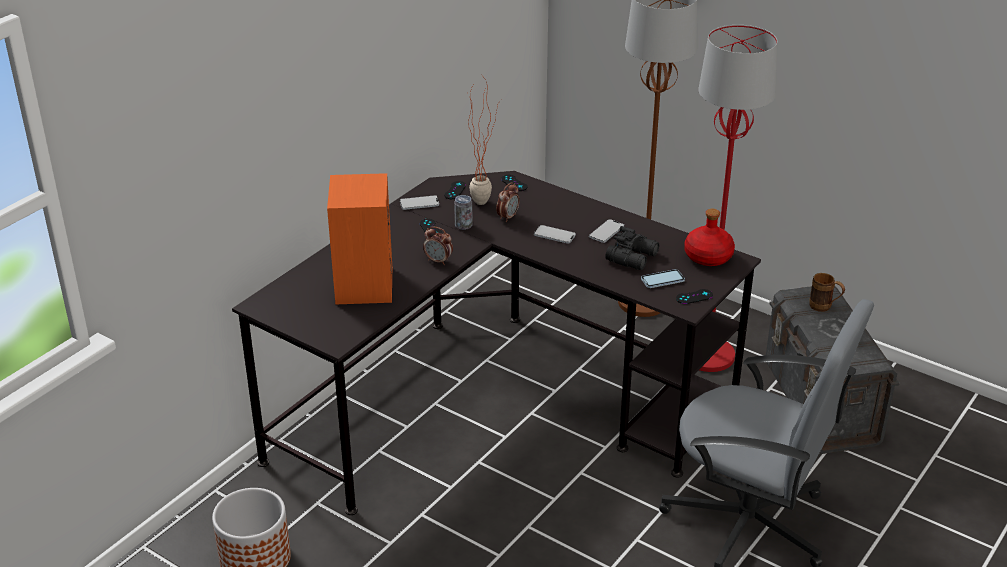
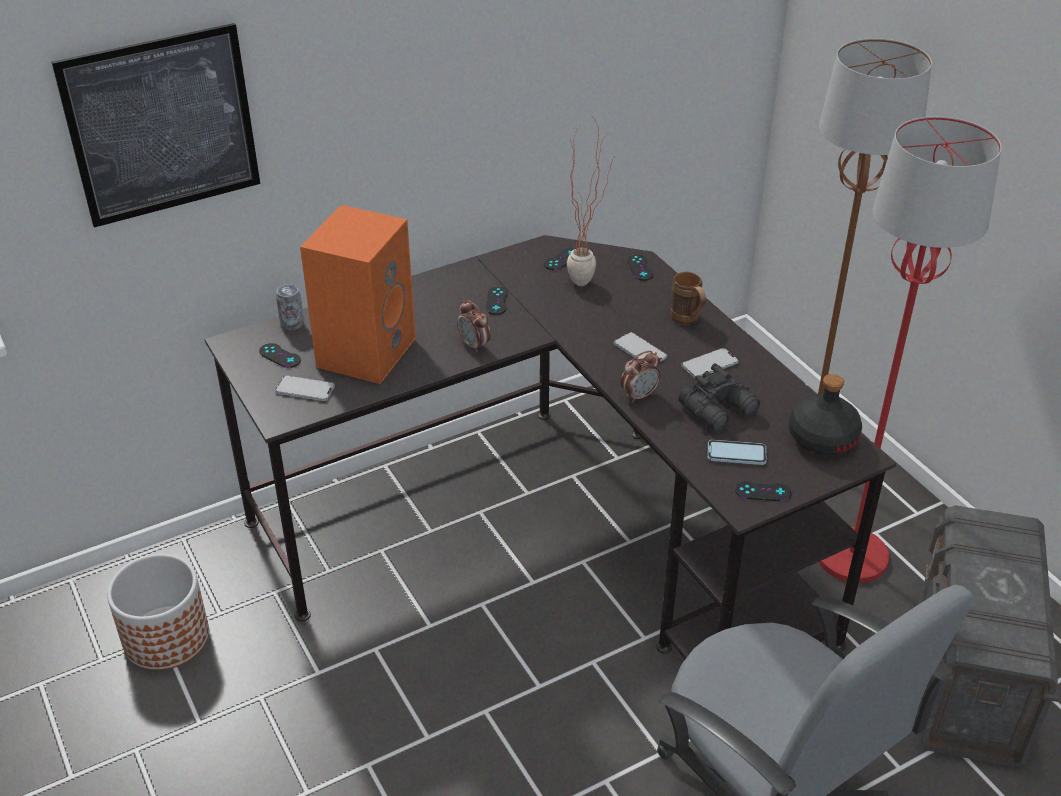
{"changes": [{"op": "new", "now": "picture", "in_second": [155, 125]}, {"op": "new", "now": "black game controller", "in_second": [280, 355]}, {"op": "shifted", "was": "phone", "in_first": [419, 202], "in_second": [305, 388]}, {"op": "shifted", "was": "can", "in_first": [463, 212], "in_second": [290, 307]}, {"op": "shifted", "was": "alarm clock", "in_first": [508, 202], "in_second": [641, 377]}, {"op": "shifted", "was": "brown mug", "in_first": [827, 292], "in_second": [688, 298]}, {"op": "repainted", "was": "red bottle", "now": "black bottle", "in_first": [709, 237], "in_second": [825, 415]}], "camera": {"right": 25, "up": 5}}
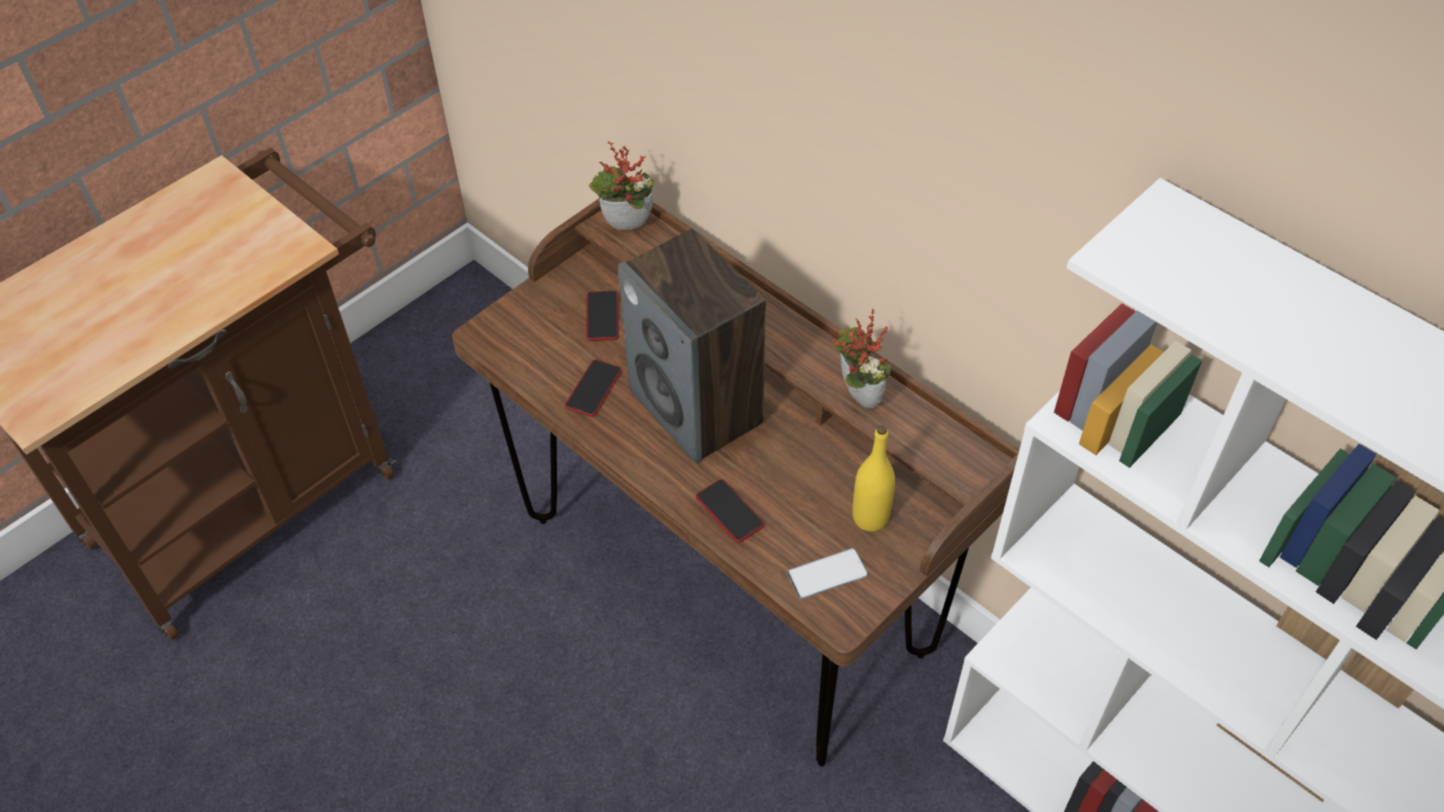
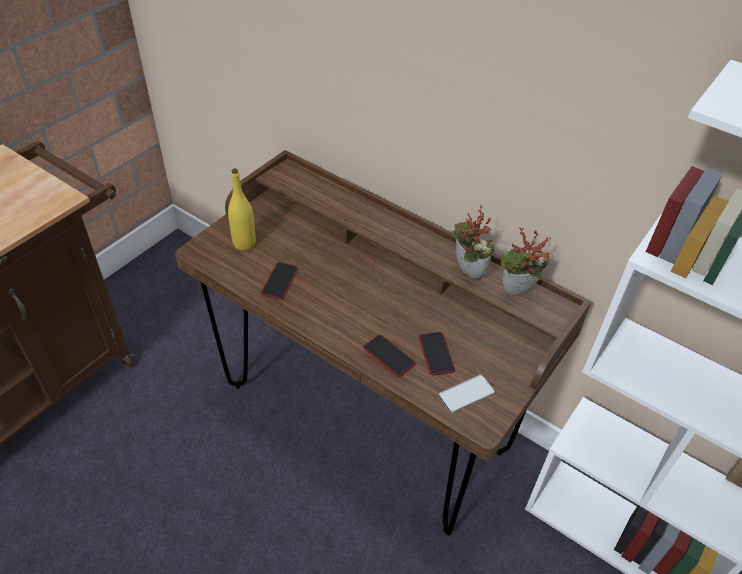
{"changes": [{"op": "shifted", "was": "yellow bottle", "in_first": [874, 478], "in_second": [242, 209]}, {"op": "shifted", "was": "phone", "in_first": [602, 316], "in_second": [437, 353]}, {"op": "shifted", "was": "potted plant", "in_first": [621, 186], "in_second": [526, 261]}, {"op": "gone", "was": "speaker", "in_first": [692, 346]}], "camera": {"right": -10, "up": -5}}
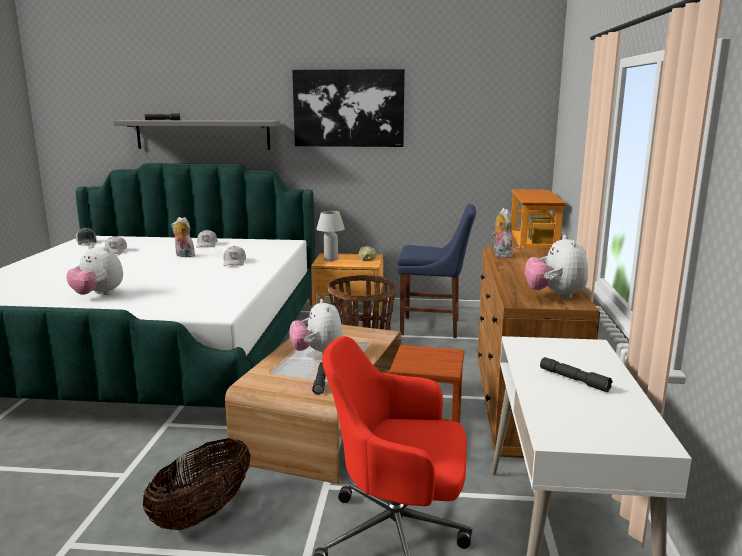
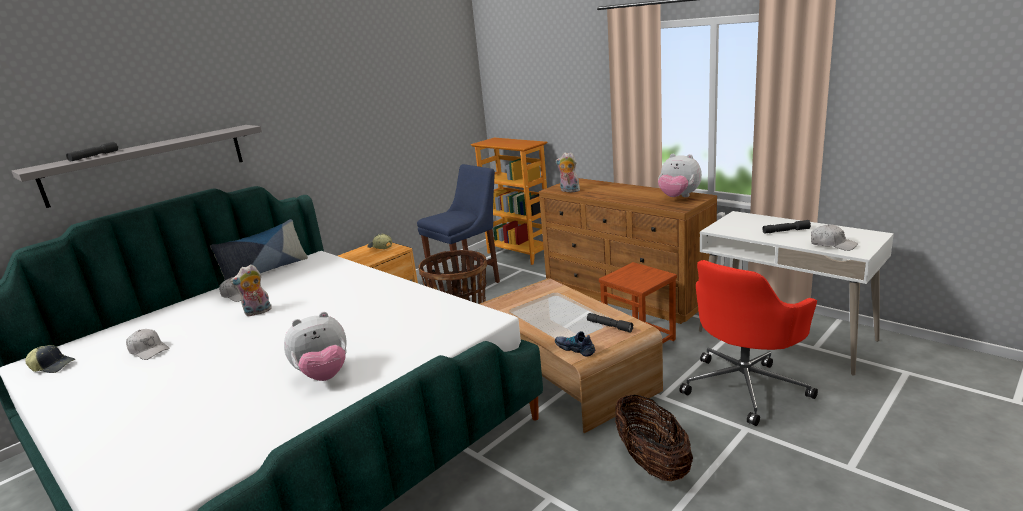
{"changes": [{"op": "new", "now": "pillow", "in_second": [259, 250]}, {"op": "new", "now": "shoe", "in_second": [575, 344]}, {"op": "shifted", "was": "white cap", "in_first": [234, 256], "in_second": [834, 238]}, {"op": "gone", "was": "plush toy", "in_first": [316, 327]}, {"op": "gone", "was": "picture", "in_first": [348, 108]}, {"op": "gone", "was": "white table lamp", "in_first": [330, 236]}], "camera": {"right": -50, "up": 5}}
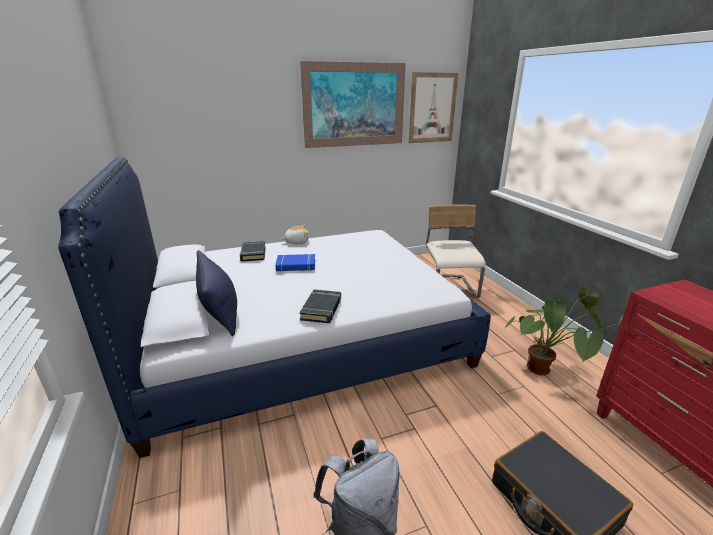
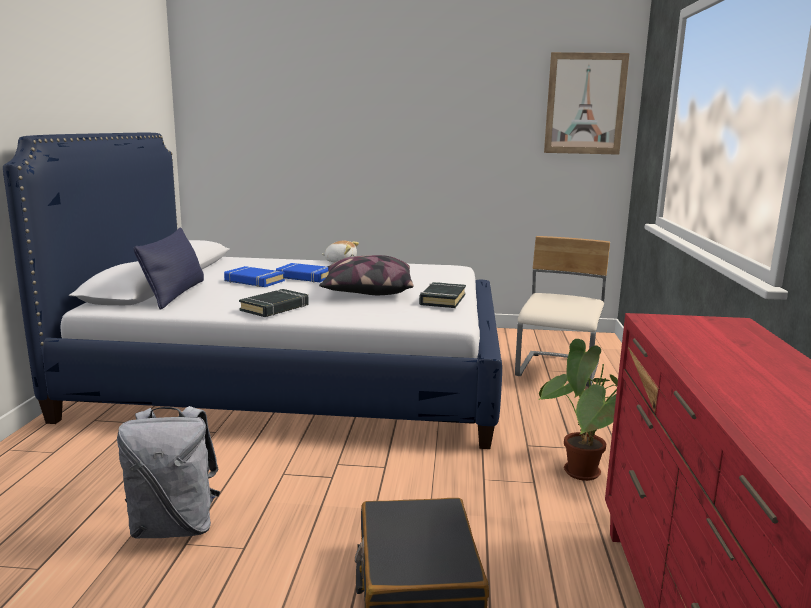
{"changes": [{"op": "new", "now": "blue book", "in_second": [254, 276]}, {"op": "new", "now": "pillow", "in_second": [366, 275]}, {"op": "shifted", "was": "black book", "in_first": [253, 251], "in_second": [442, 295]}, {"op": "gone", "was": "picture", "in_first": [353, 104]}], "camera": {"right": 25, "up": -10}}
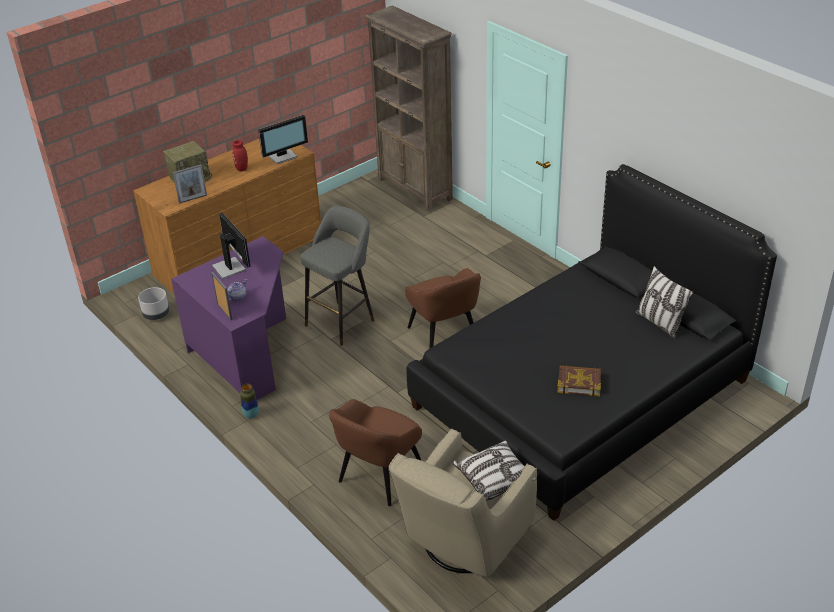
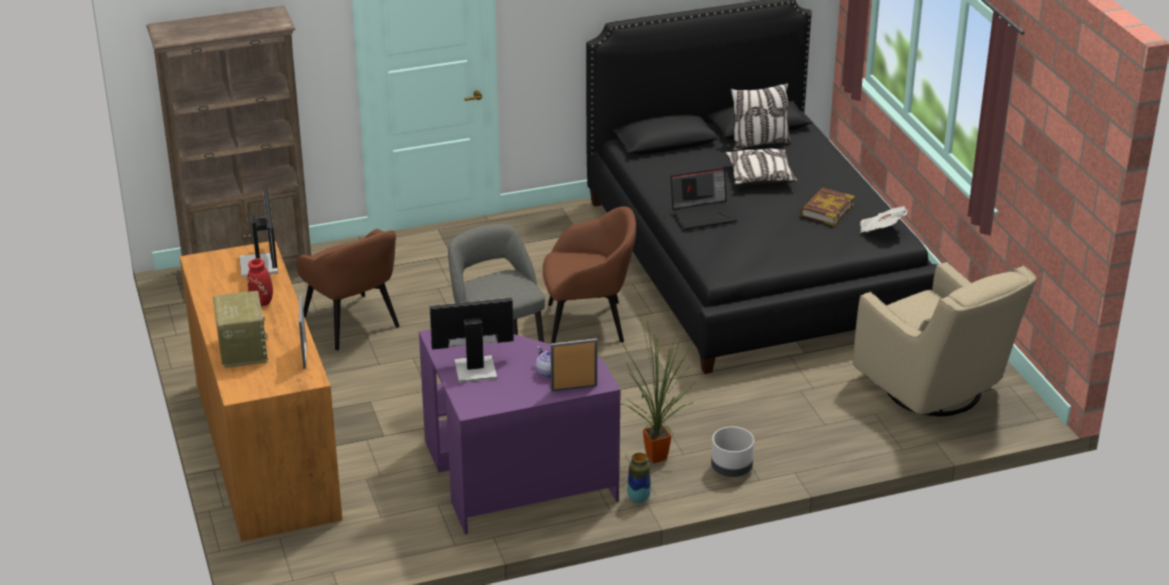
{"changes": [{"op": "shifted", "was": "brown armchair", "in_first": [375, 452], "in_second": [348, 290]}, {"op": "new", "now": "potted plant", "in_second": [658, 391]}, {"op": "new", "now": "laptop", "in_second": [704, 198]}, {"op": "shifted", "was": "grey planter", "in_first": [153, 303], "in_second": [732, 452]}, {"op": "shifted", "was": "pillow", "in_first": [495, 471], "in_second": [761, 168]}, {"op": "new", "now": "newspaper", "in_second": [884, 219]}], "camera": {"right": -70, "up": -5}}
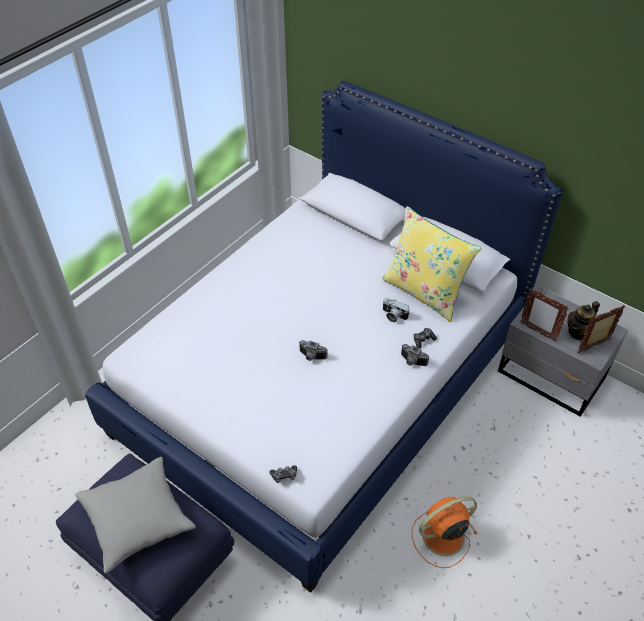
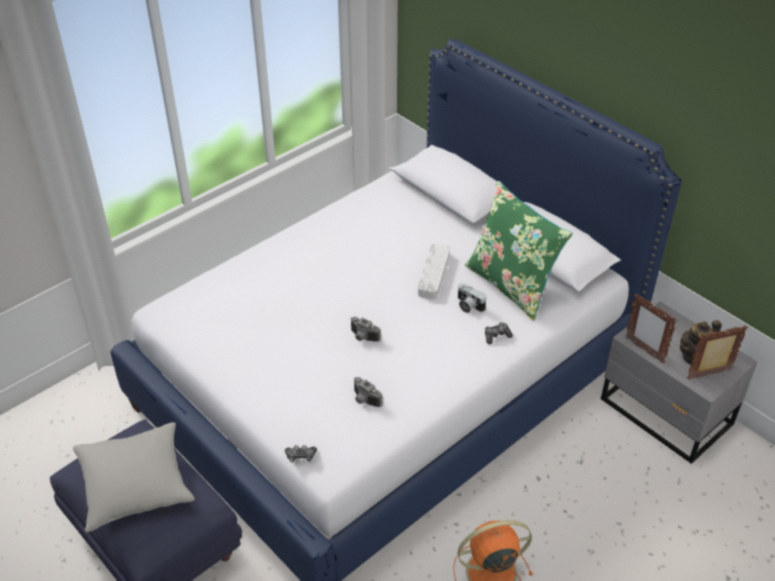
{"changes": [{"op": "shifted", "was": "photo camera", "in_first": [415, 355], "in_second": [368, 392]}, {"op": "new", "now": "grey tray", "in_second": [434, 271]}, {"op": "repainted", "was": "yellow pillow", "now": "green pillow", "in_first": [432, 264], "in_second": [519, 251]}], "camera": {"right": 10, "up": -5}}
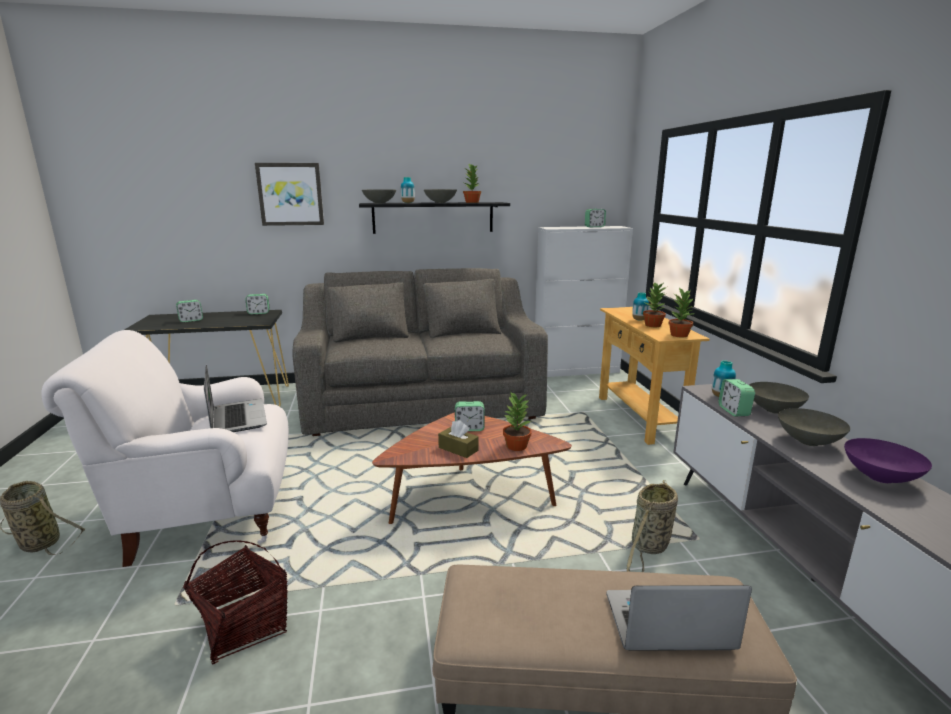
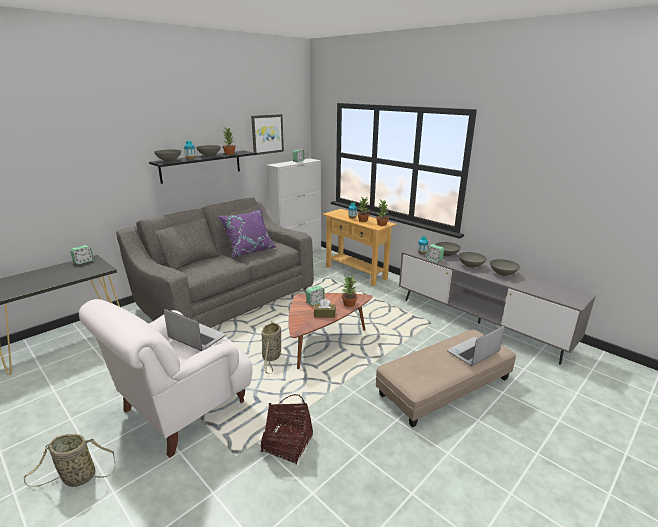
{"changes": [{"op": "new", "now": "purple pillow", "in_second": [247, 233]}, {"op": "shifted", "was": "picture", "in_first": [289, 194], "in_second": [267, 134]}, {"op": "shifted", "was": "basket", "in_first": [652, 526], "in_second": [271, 347]}, {"op": "repainted", "was": "purple bowl", "now": "grey bowl", "in_first": [888, 460], "in_second": [505, 267]}, {"op": "gone", "was": "alarm clock", "in_first": [189, 311]}], "camera": {"right": -35, "up": 5}}
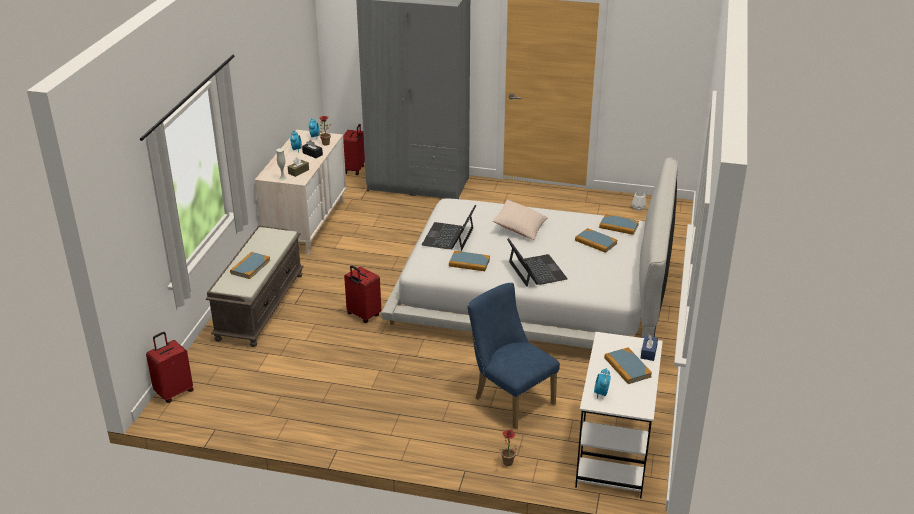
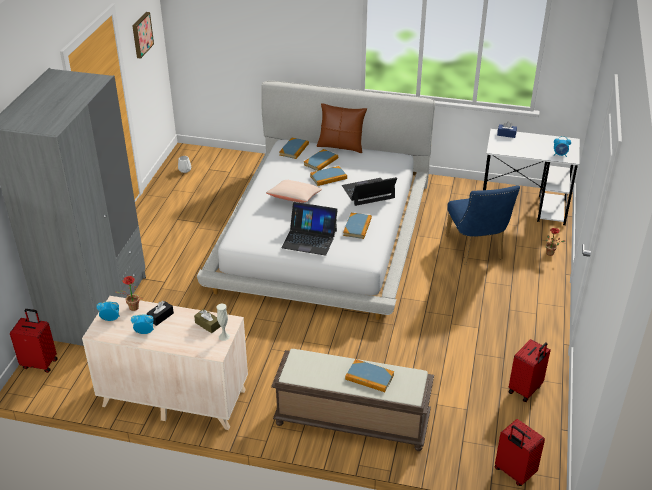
{"changes": [{"op": "new", "now": "picture", "in_second": [143, 35]}, {"op": "shifted", "was": "book", "in_first": [628, 366], "in_second": [328, 176]}, {"op": "new", "now": "brown pillow", "in_second": [342, 128]}, {"op": "rotated", "was": "blue chair", "in_first": [513, 356], "in_second": [483, 225], "clockwise": -60}, {"op": "shifted", "was": "red suitcase", "in_first": [362, 294], "in_second": [530, 370]}], "camera": {"right": -90, "up": 5}}
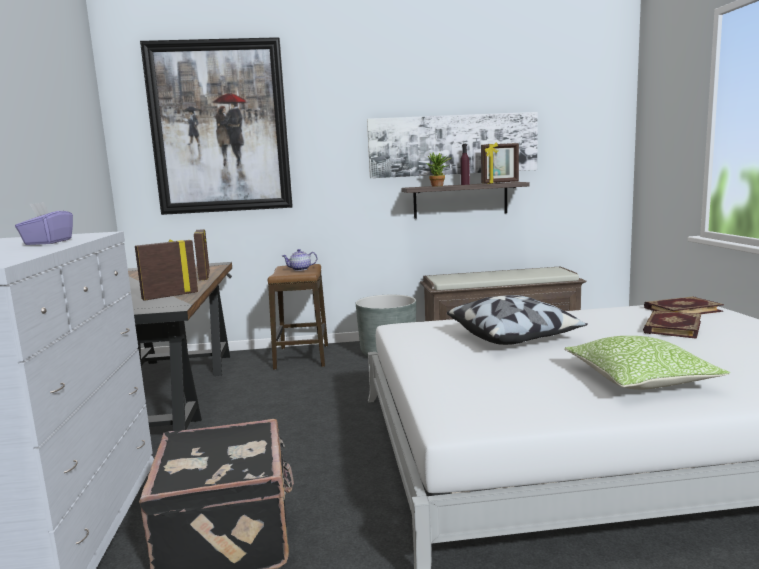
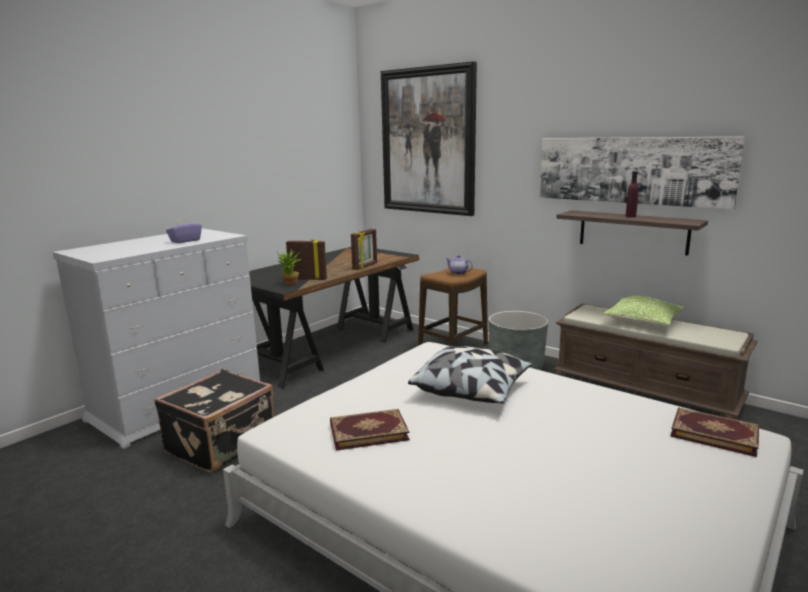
{"changes": [{"op": "shifted", "was": "potted plant", "in_first": [438, 169], "in_second": [289, 267]}, {"op": "shifted", "was": "book", "in_first": [672, 324], "in_second": [370, 430]}, {"op": "shifted", "was": "pillow", "in_first": [647, 363], "in_second": [643, 311]}, {"op": "gone", "was": "picture frame", "in_first": [500, 163]}], "camera": {"right": 45, "up": 5}}
